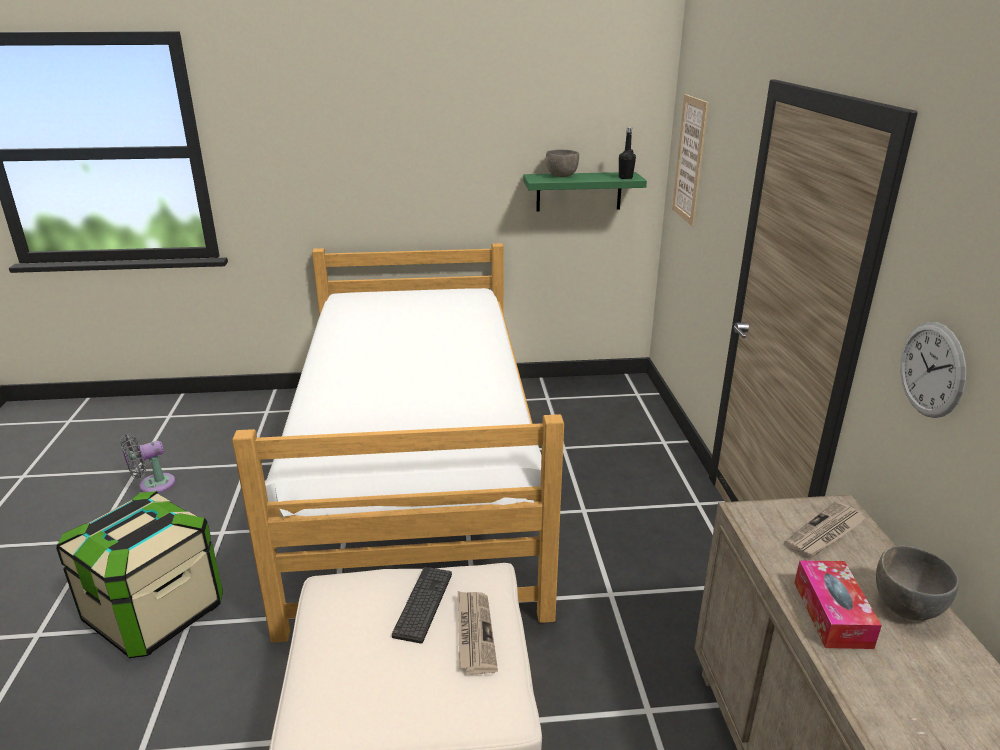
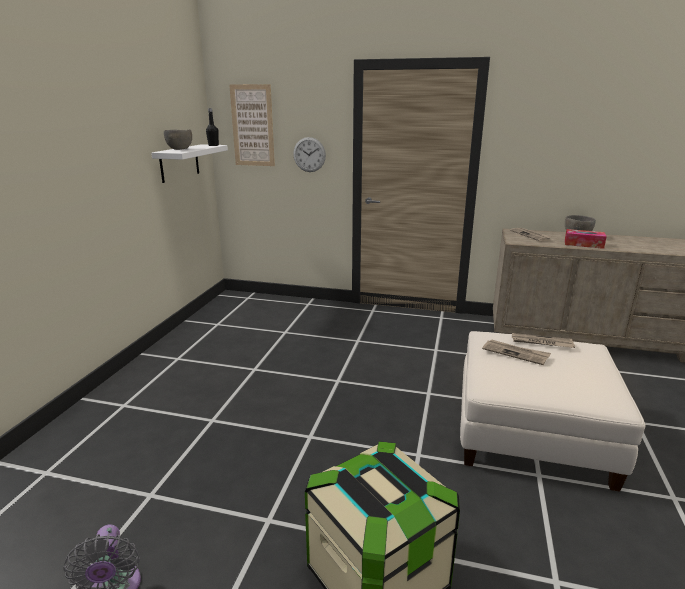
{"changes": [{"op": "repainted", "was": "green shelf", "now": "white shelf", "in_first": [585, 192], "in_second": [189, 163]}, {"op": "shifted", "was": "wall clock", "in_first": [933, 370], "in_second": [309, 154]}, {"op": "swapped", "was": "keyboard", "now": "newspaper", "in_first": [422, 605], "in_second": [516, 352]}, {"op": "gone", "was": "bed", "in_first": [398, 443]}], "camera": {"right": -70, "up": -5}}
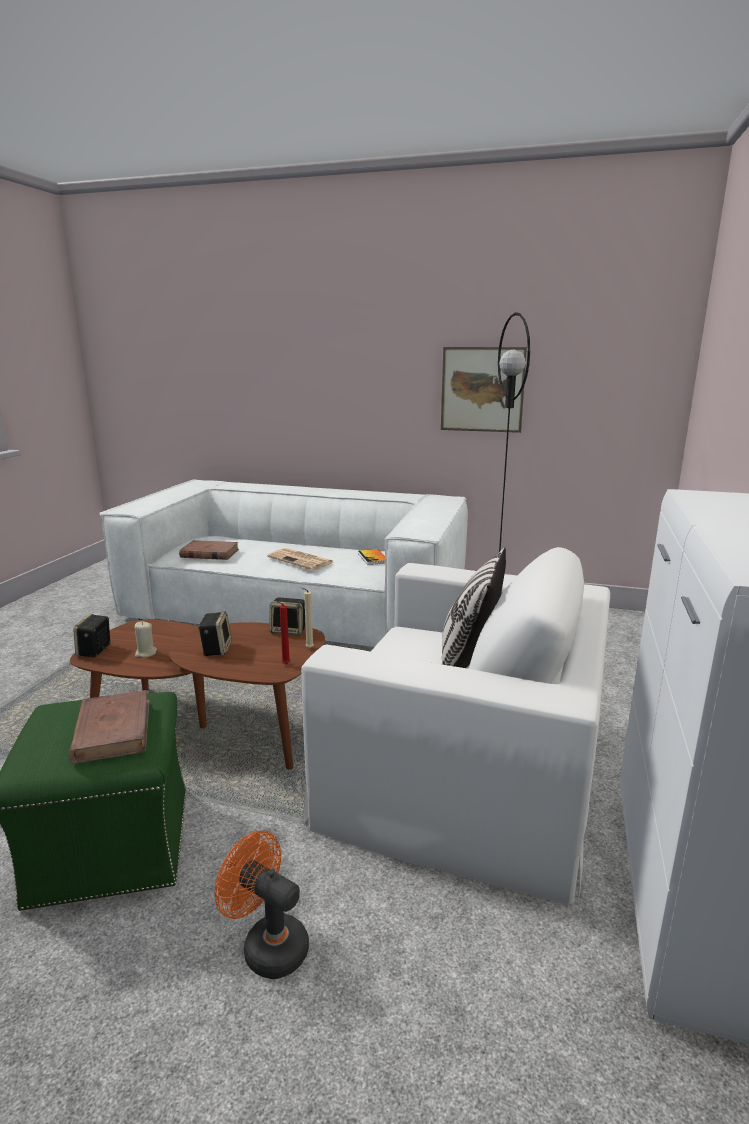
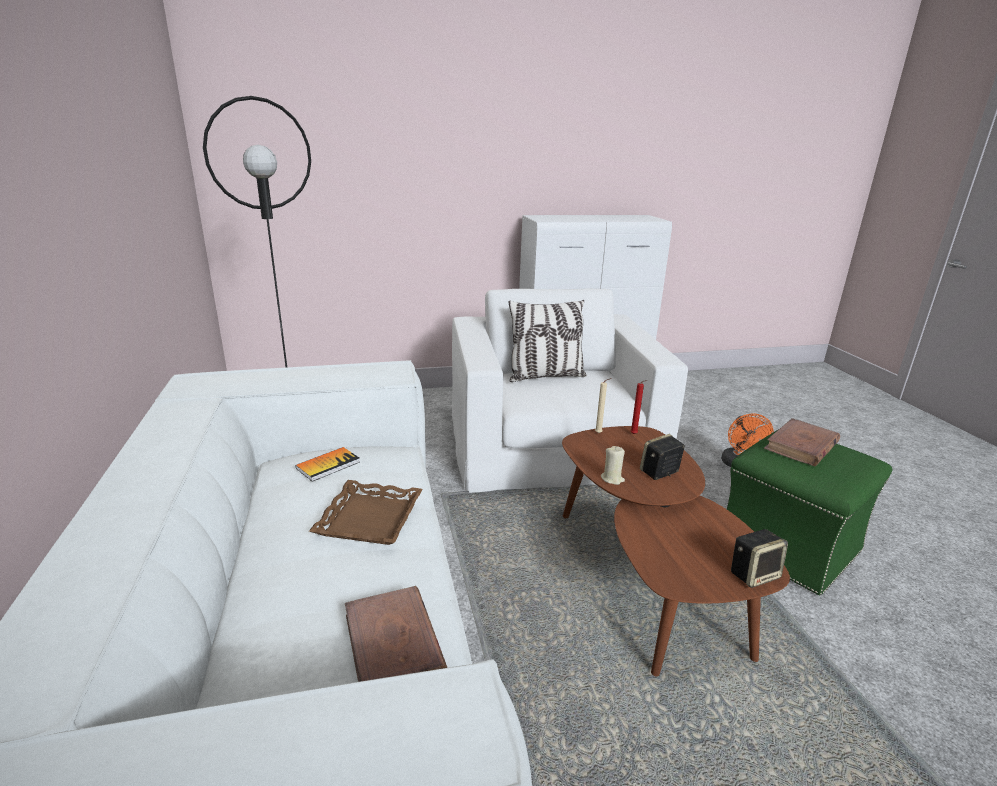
{"changes": [{"op": "swapped", "was": "newspaper", "now": "brown tray", "in_first": [300, 559], "in_second": [366, 512]}, {"op": "shifted", "was": "beige candle", "in_first": [146, 639], "in_second": [613, 465]}, {"op": "gone", "was": "speaker", "in_first": [287, 617]}, {"op": "gone", "was": "picture", "in_first": [484, 390]}], "camera": {"right": -120, "up": 5}}
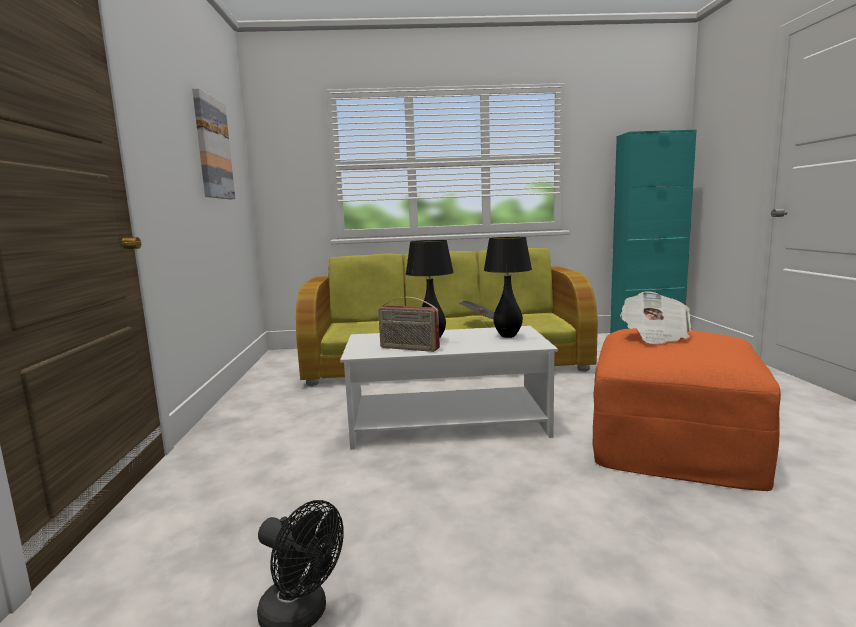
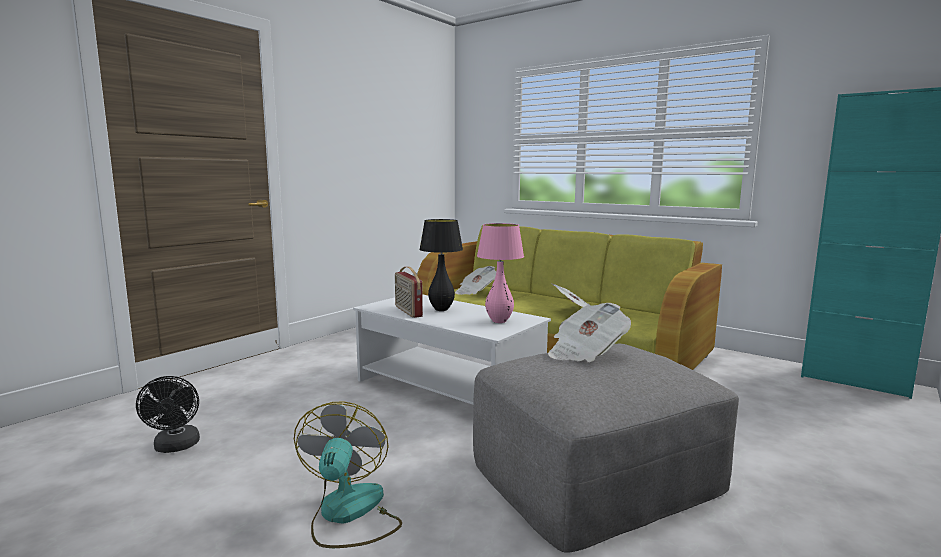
{"changes": [{"op": "new", "now": "fan", "in_second": [348, 475]}, {"op": "new", "now": "newspaper", "in_second": [475, 280]}, {"op": "repainted", "was": "orange ottoman", "now": "grey ottoman", "in_first": [686, 409], "in_second": [606, 448]}, {"op": "repainted", "was": "black table lamp", "now": "pink table lamp", "in_first": [508, 287], "in_second": [500, 273]}, {"op": "gone", "was": "picture", "in_first": [213, 143]}], "camera": {"right": 40, "up": 0}}
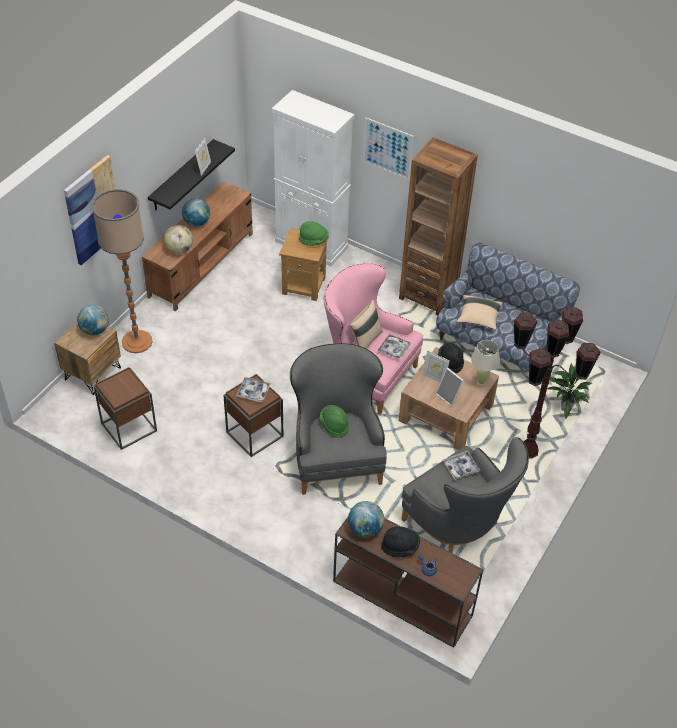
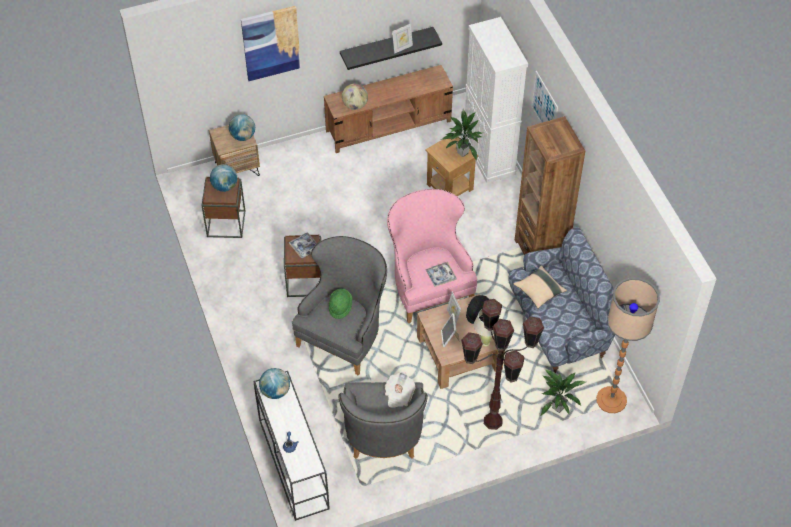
{"changes": [{"op": "shifted", "was": "globe", "in_first": [196, 212], "in_second": [223, 178]}, {"op": "repainted", "was": "brown console table", "now": "white console table", "in_first": [408, 582], "in_second": [291, 446]}, {"op": "swapped", "was": "tray", "now": "newspaper", "in_first": [461, 465], "in_second": [400, 390]}, {"op": "swapped", "was": "green hat", "now": "potted plant", "in_first": [314, 233], "in_second": [462, 134]}, {"op": "shifted", "was": "floor lamp", "in_first": [122, 271], "in_second": [628, 345]}, {"op": "gone", "was": "beige pillow", "in_first": [366, 324]}, {"op": "gone", "was": "black hat", "in_first": [400, 541]}], "camera": {"right": 40, "up": 5}}
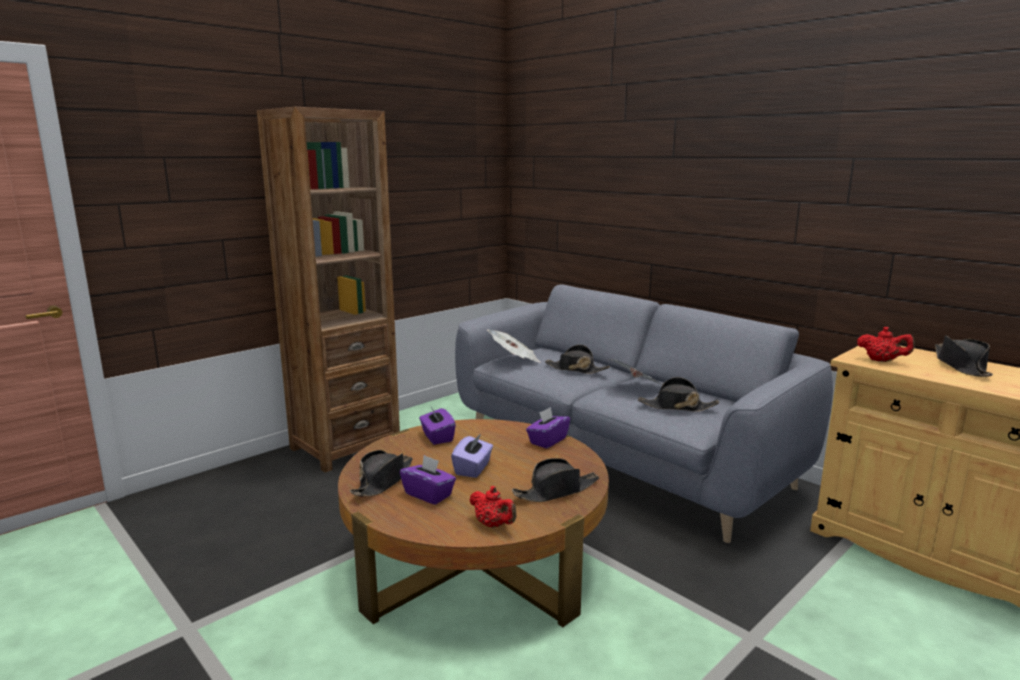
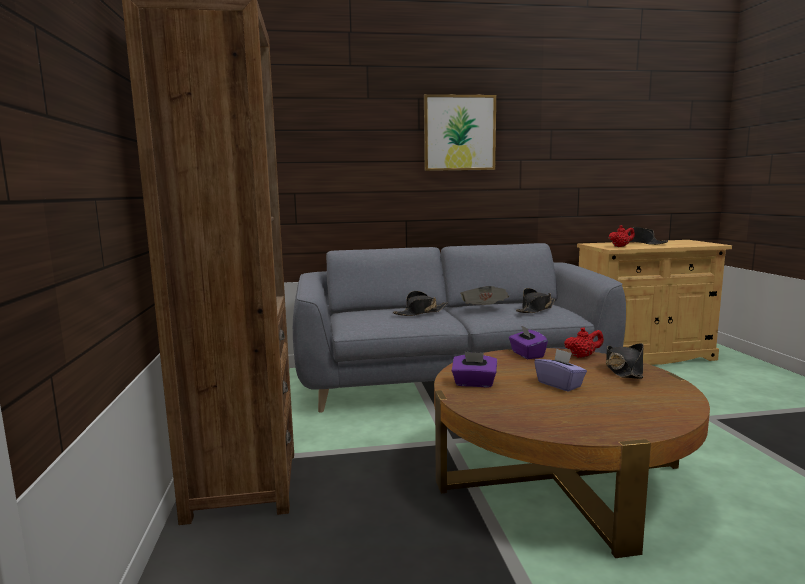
{"changes": [{"op": "new", "now": "picture", "in_second": [460, 132]}, {"op": "shifted", "was": "red teapot", "in_first": [493, 507], "in_second": [584, 343]}, {"op": "gone", "was": "black hat", "in_first": [381, 473]}, {"op": "gone", "was": "purple tissue box", "in_first": [428, 480]}, {"op": "gone", "was": "newspaper", "in_first": [513, 345]}], "camera": {"right": -55, "up": -5}}
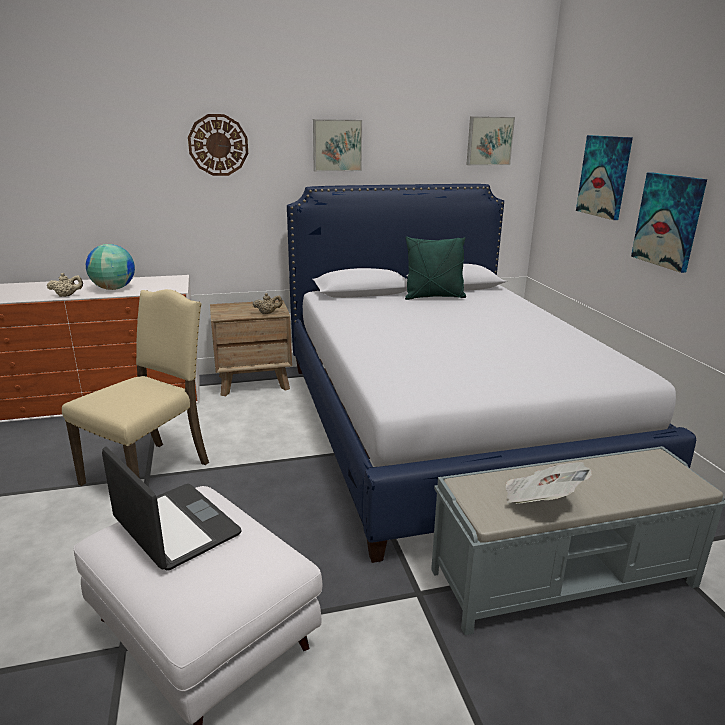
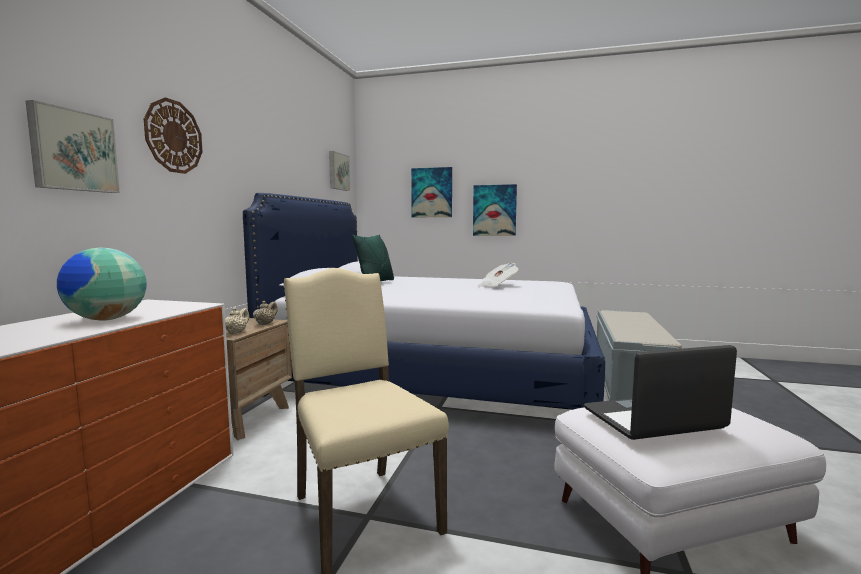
{"changes": [{"op": "shifted", "was": "picture", "in_first": [337, 145], "in_second": [73, 146]}, {"op": "shifted", "was": "beige teapot", "in_first": [65, 285], "in_second": [237, 320]}, {"op": "shifted", "was": "newspaper", "in_first": [549, 483], "in_second": [498, 275]}], "camera": {"right": -60, "up": -15}}
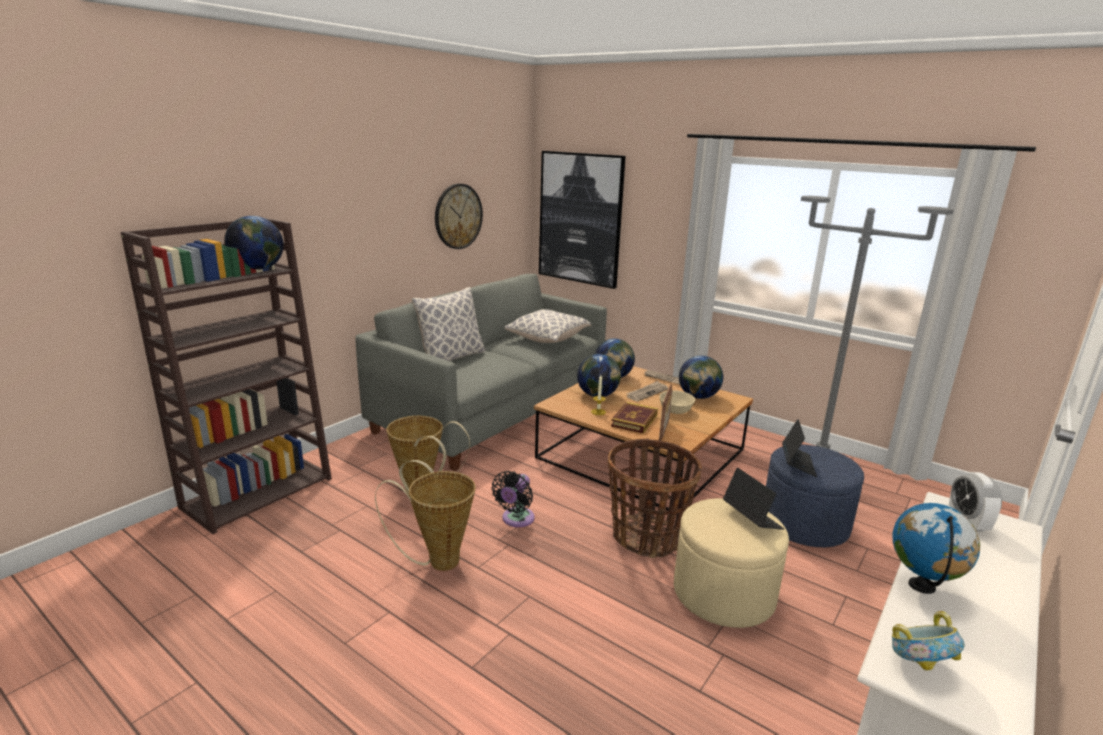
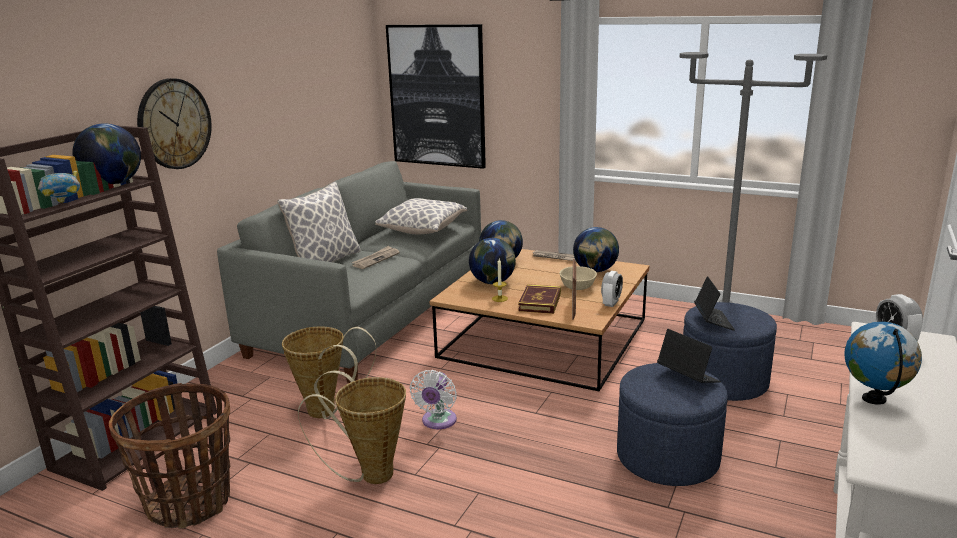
{"changes": [{"op": "shifted", "was": "bowl", "in_first": [928, 641], "in_second": [59, 187]}, {"op": "shifted", "was": "basket", "in_first": [654, 498], "in_second": [169, 456]}, {"op": "shifted", "was": "wall clock", "in_first": [459, 216], "in_second": [174, 123]}, {"op": "shifted", "was": "newspaper", "in_first": [647, 391], "in_second": [376, 257]}, {"op": "repainted", "was": "black fan", "now": "white fan", "in_first": [513, 499], "in_second": [433, 399]}, {"op": "new", "now": "alarm clock", "in_second": [612, 289]}, {"op": "repainted", "was": "beige ottoman", "now": "blue ottoman", "in_first": [731, 563], "in_second": [672, 424]}], "camera": {"right": -10, "up": 0}}
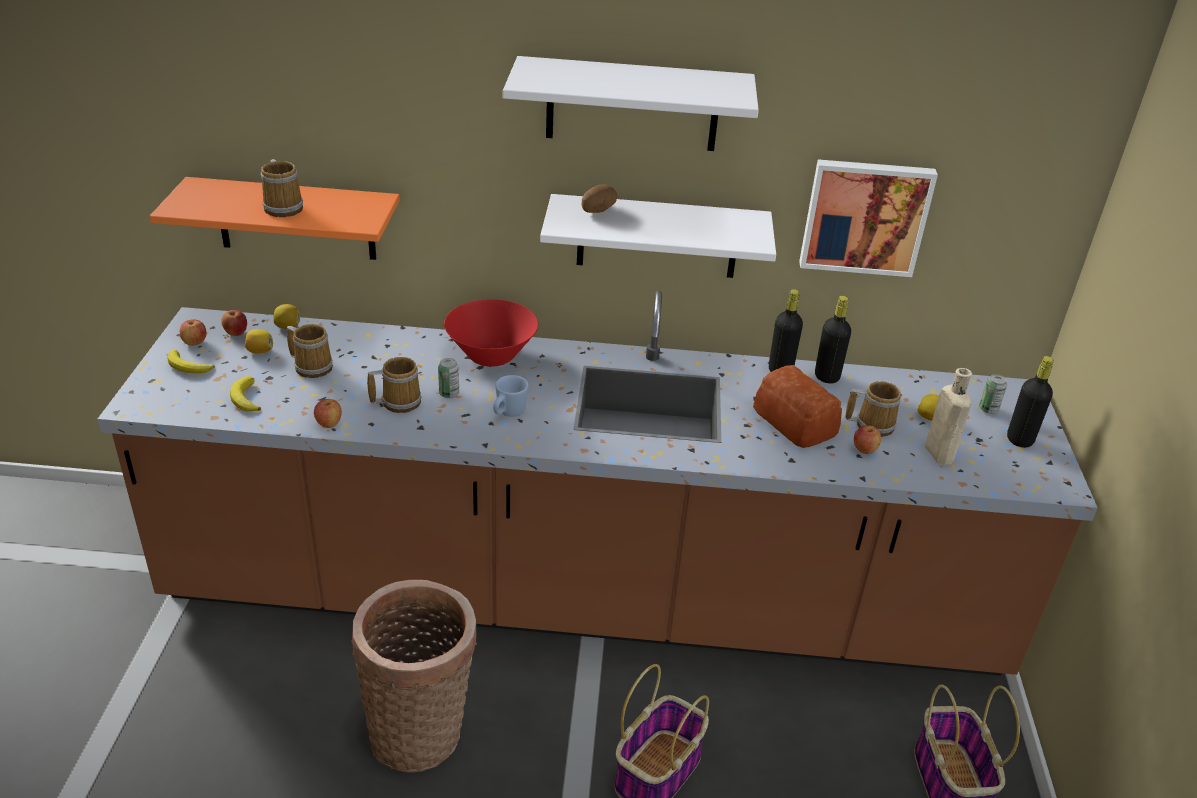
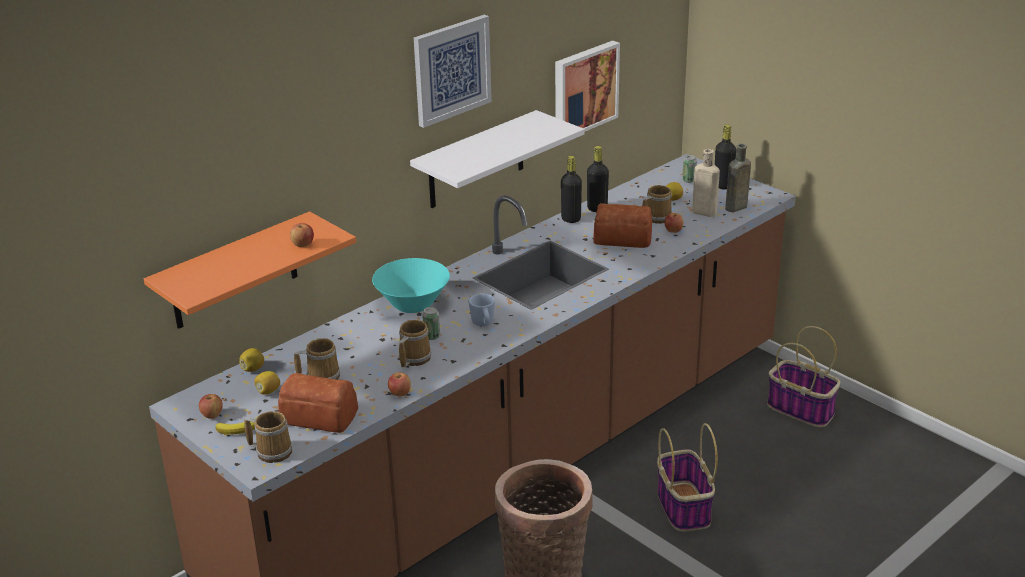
{"changes": [{"op": "shifted", "was": "mug", "in_first": [282, 188], "in_second": [268, 437]}, {"op": "swapped", "was": "banana", "now": "bread", "in_first": [245, 394], "in_second": [318, 403]}, {"op": "shifted", "was": "apple", "in_first": [234, 323], "in_second": [302, 235]}, {"op": "repainted", "was": "red bowl", "now": "turquoise bowl", "in_first": [491, 333], "in_second": [411, 285]}, {"op": "swapped", "was": "white shelf", "now": "picture", "in_first": [631, 103], "in_second": [453, 71]}, {"op": "new", "now": "brown bottle", "in_second": [738, 178]}, {"op": "gone", "was": "potato", "in_first": [599, 198]}], "camera": {"right": -45, "up": -5}}
